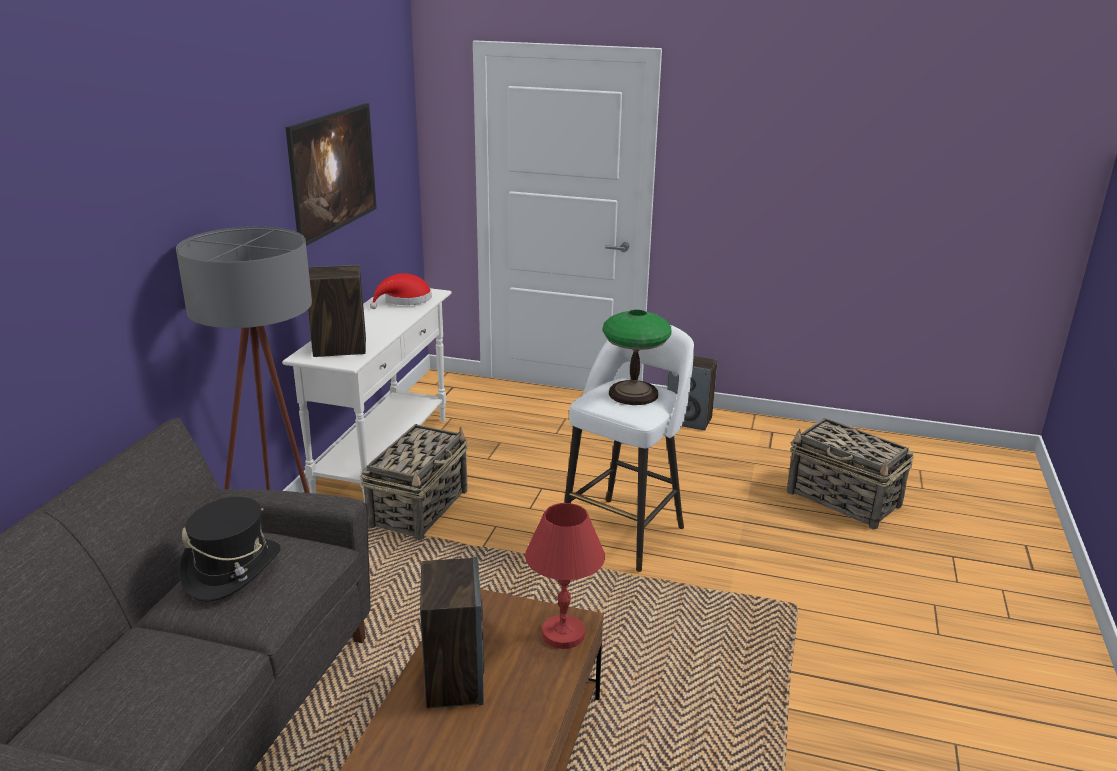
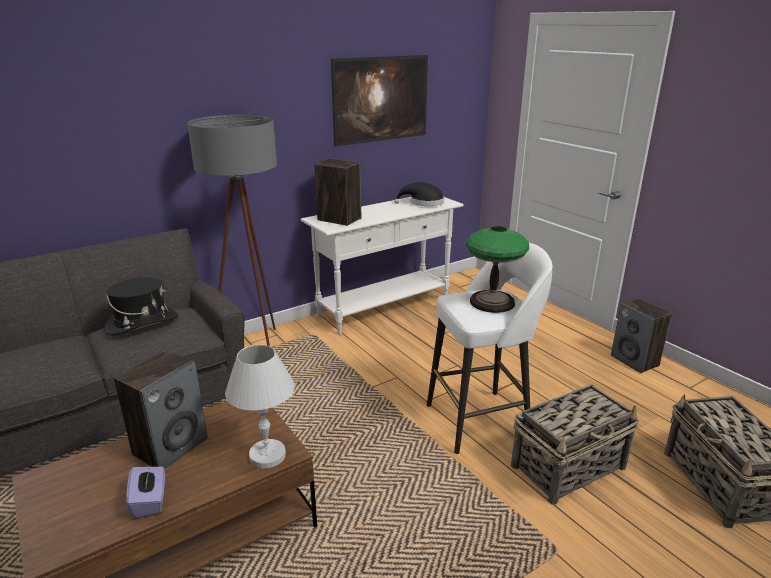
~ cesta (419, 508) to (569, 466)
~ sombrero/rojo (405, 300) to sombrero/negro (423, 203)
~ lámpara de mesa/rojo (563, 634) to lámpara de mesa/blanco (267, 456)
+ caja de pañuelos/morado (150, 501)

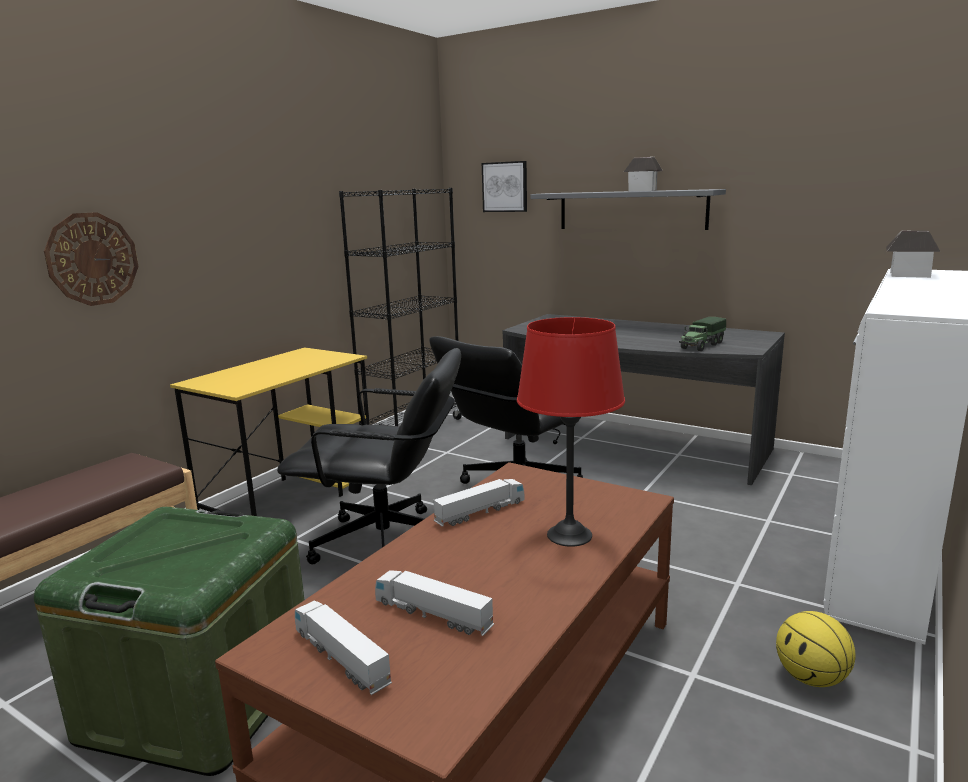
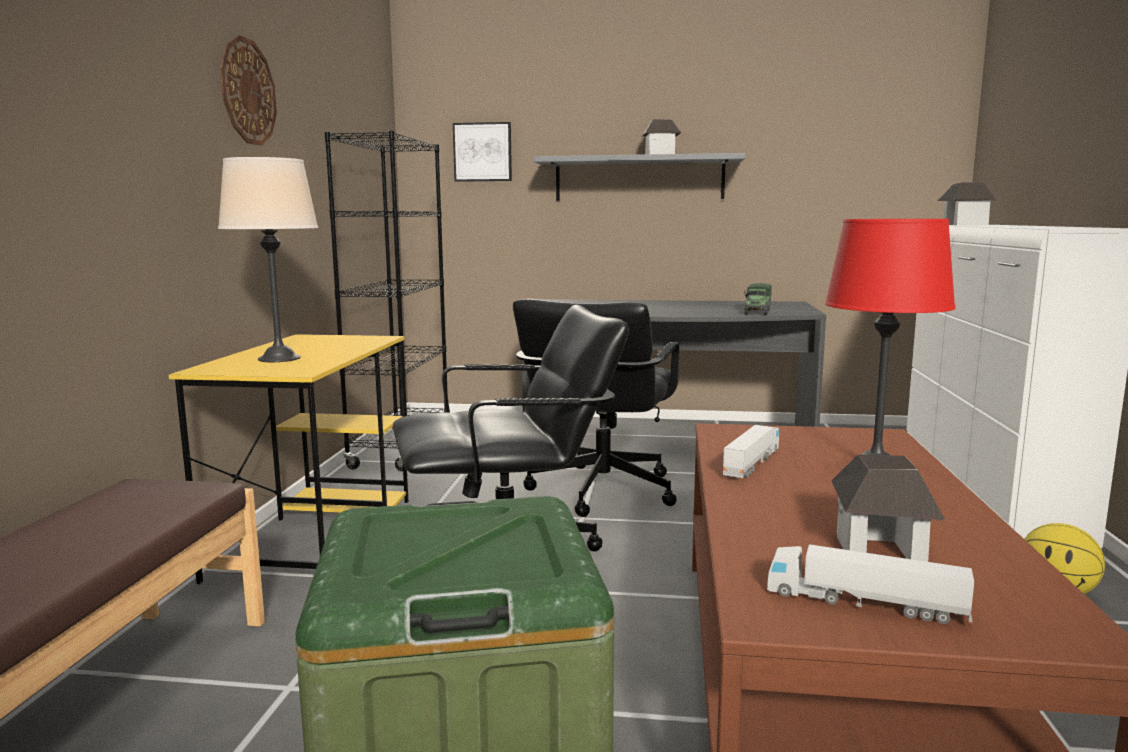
~ reloj de pared (92, 259) to (248, 92)
~ camión de juguete (433, 614) to casita (880, 548)
+ lámpara de mesa/beis (279, 358)

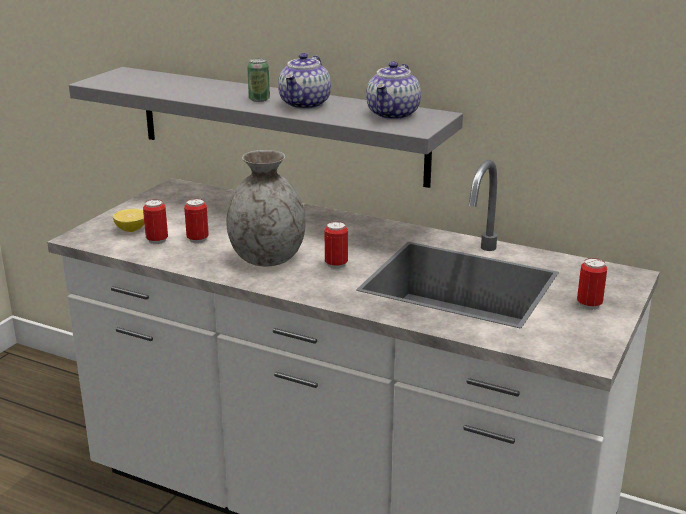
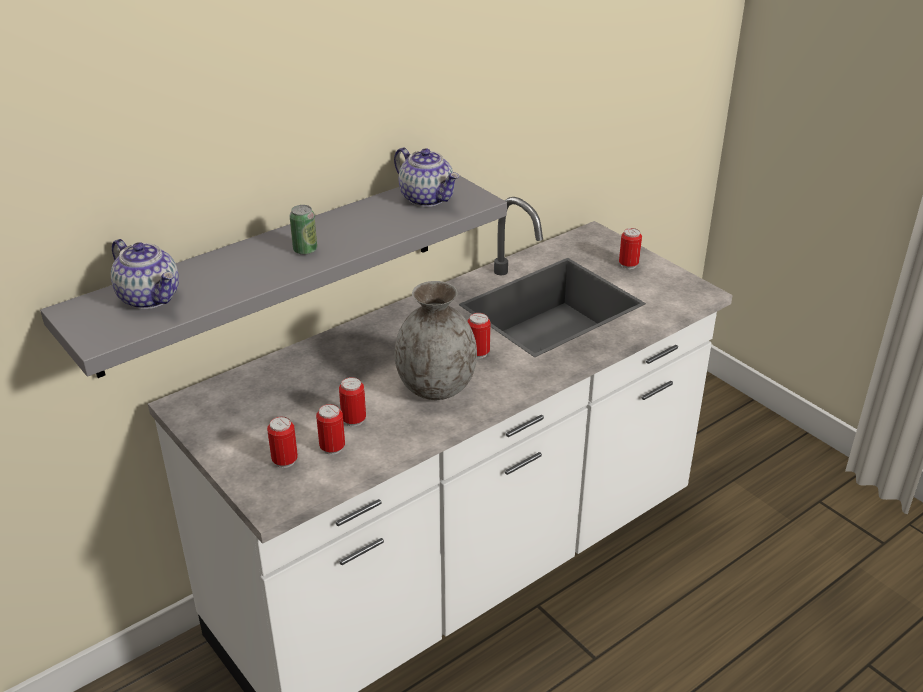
~ limón (131, 229) to lata (285, 461)
~ tetera (305, 104) to (150, 297)

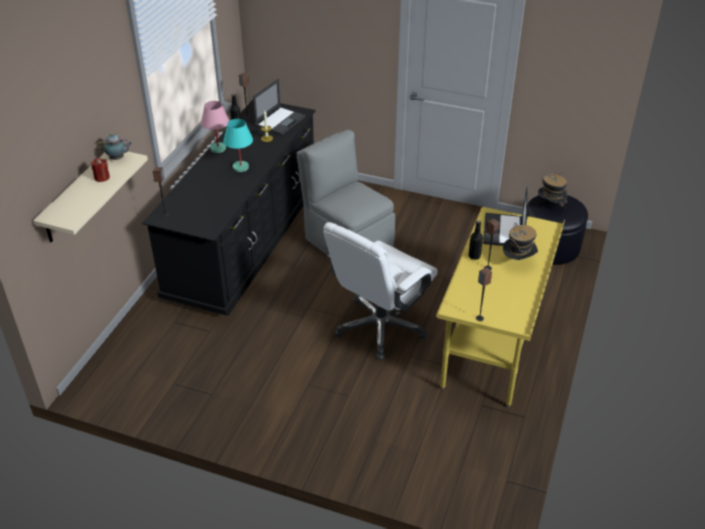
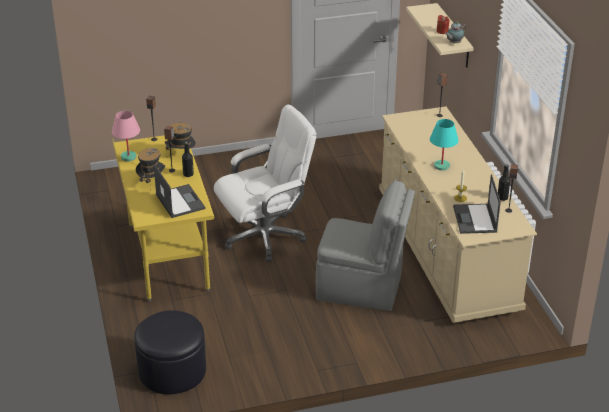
~ cómoda/negro (245, 241) to cómoda/beis (445, 251)
~ lámpara de mesa/rosa (218, 148) to (128, 157)
~ silla de oficina/blanco (380, 327) = (265, 237) 60 degrees clockwise
~ sombrero (550, 206) to (181, 155)

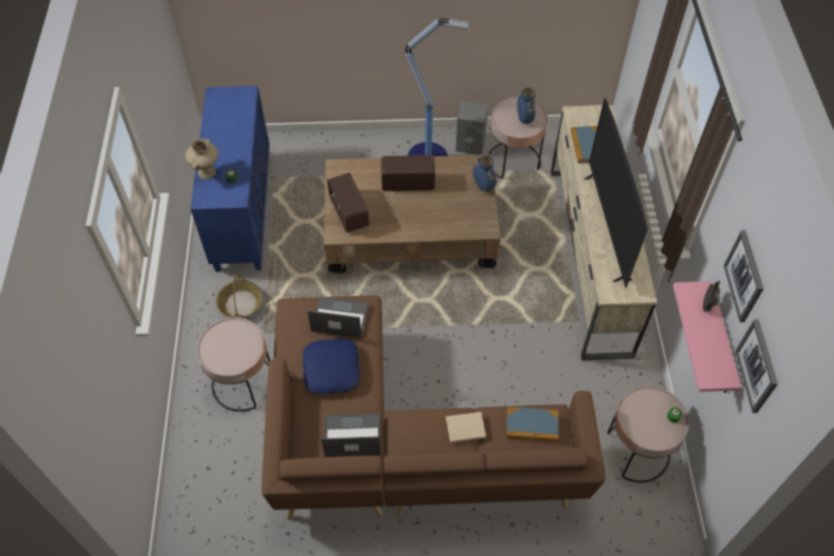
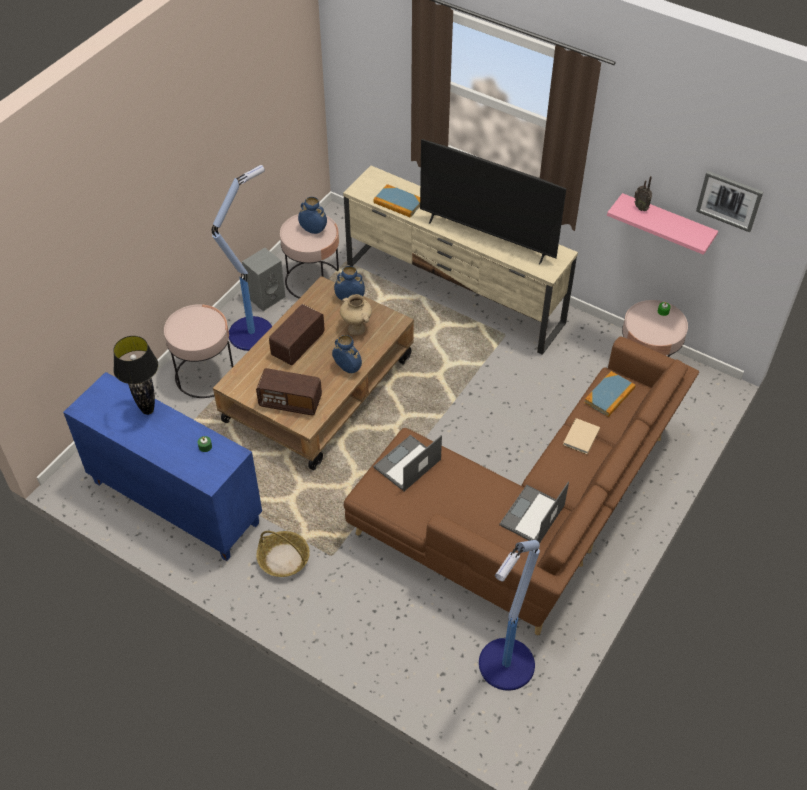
~ florero/beis (207, 173) to (357, 329)
~ mesa auxiliar/rosa (243, 382) to (205, 375)
- cojín/azul (331, 369)
- cuadro (745, 276)
+ lámpara de mesa/negro (147, 410)
+ florero/azul (347, 368)
+ lámpara de pie (505, 666)

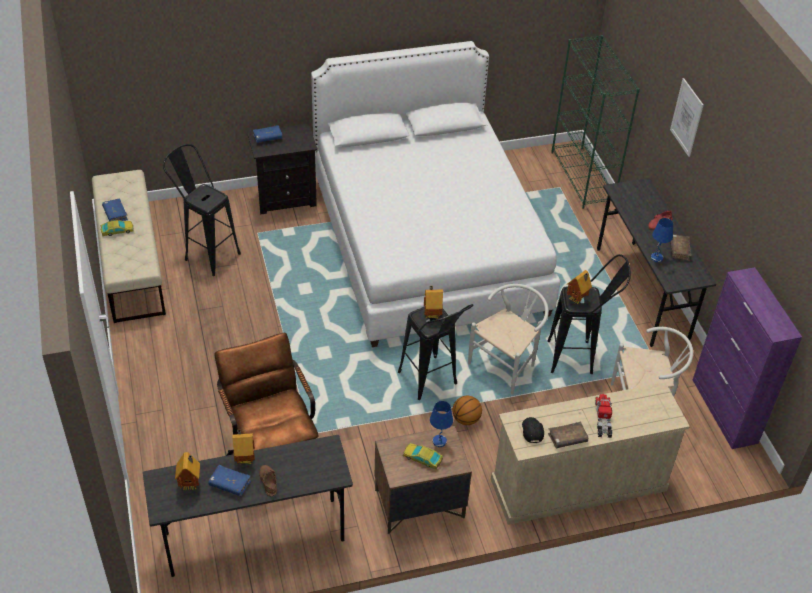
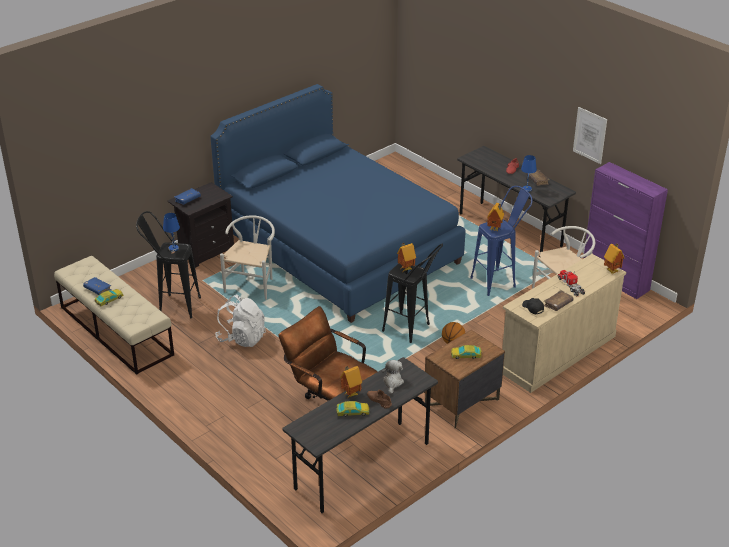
~ casita (191, 485) to (612, 271)
~ libro/azul (229, 484) to coche de juguete (352, 412)
~ cama/blanco (427, 245) to cama/azul (338, 248)
~ lámpara de mesa/azul (439, 441) to (174, 248)
~ silla/blanco (506, 365) to (252, 284)
~ taburete/negro (578, 357) to taburete/azul (499, 281)
- estantería/verde (583, 177)
~ cuadro (686, 117) to (590, 135)
+ mochila/blanco (242, 338)
+ peluche (392, 382)

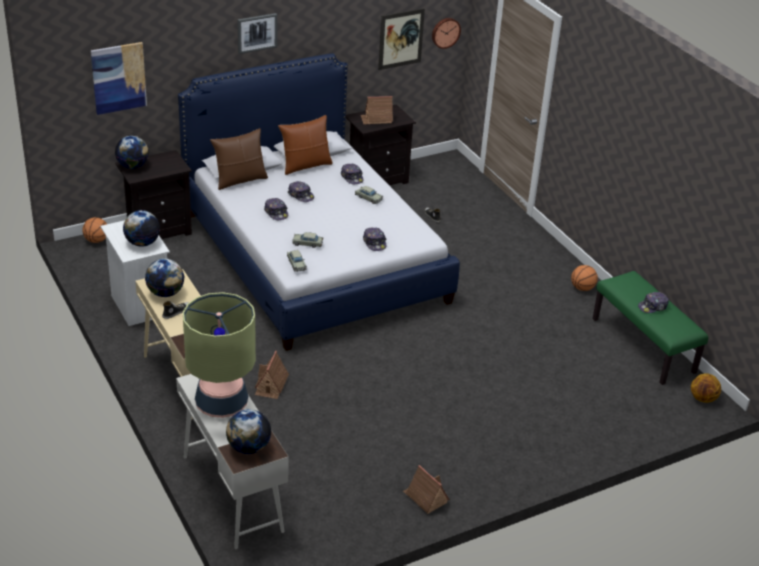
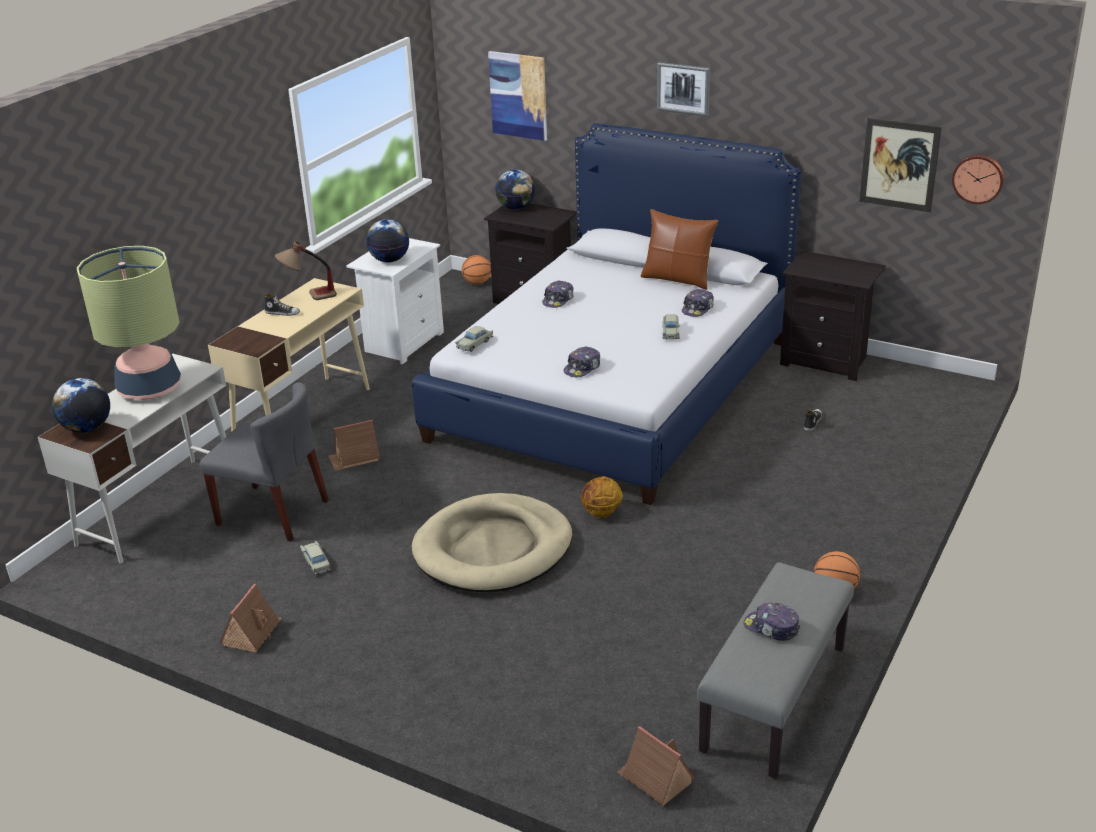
~ globo terráqueo (165, 293) to lámpara de mesa (308, 297)
- cojín/marrón (240, 180)
- gorra (301, 195)
~ coche de juguete/beis (307, 243) to (316, 562)
~ casita (376, 119) to (655, 778)
~ banco/verde (644, 346) to banco/gris (775, 699)
~ balón de baloncesto (703, 399) to (601, 513)
+ silla/gris (273, 513)
+ cama para perro/beis (493, 549)

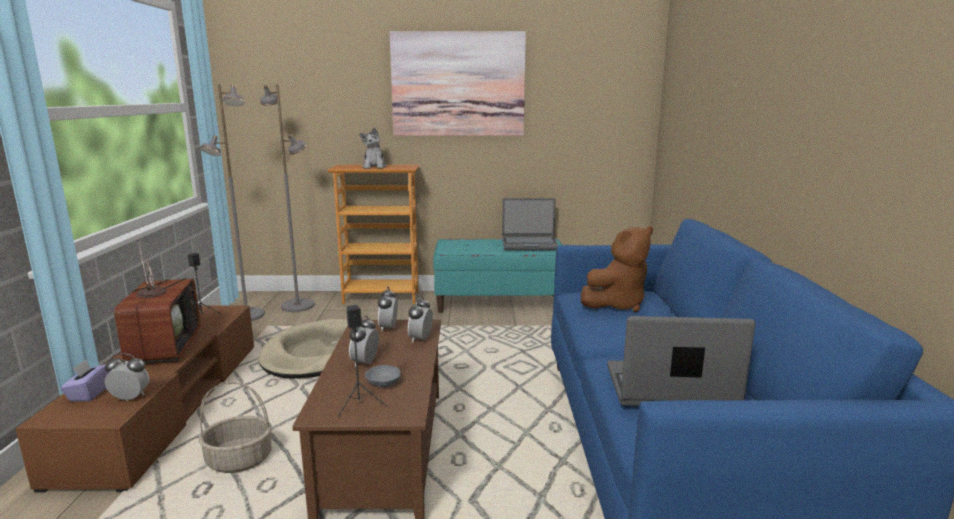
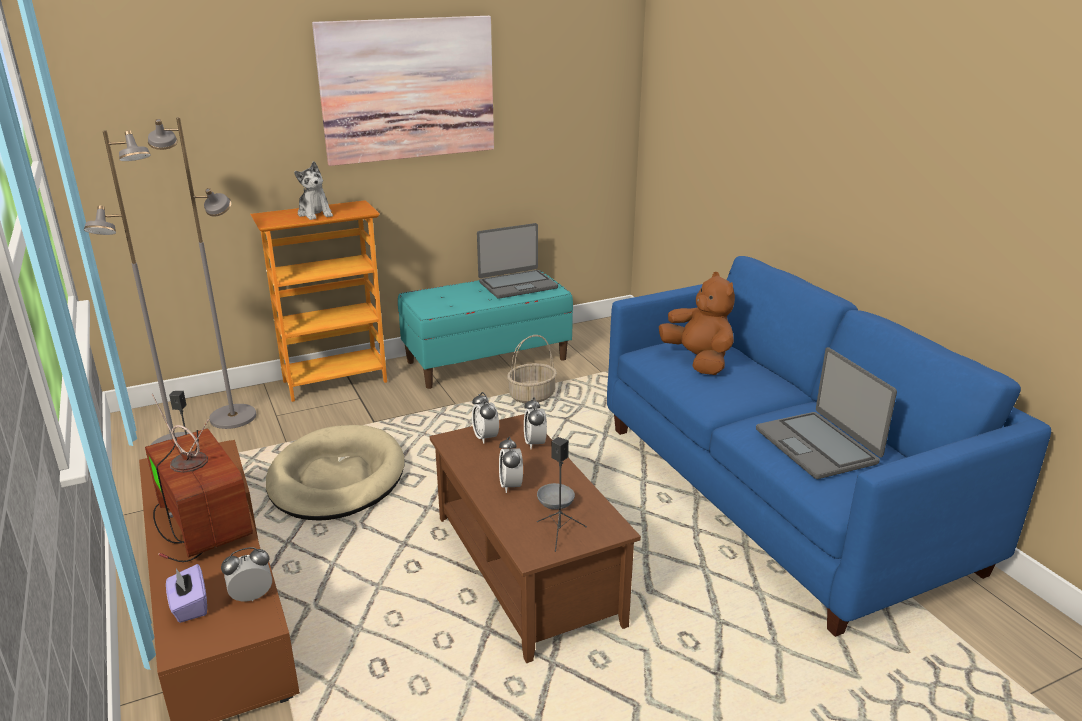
~ cesta (238, 460) to (532, 396)
~ peluche/marrón (617, 304) = (698, 361) 60 degrees counterclockwise
~ portátil (670, 388) = (817, 446) 90 degrees counterclockwise

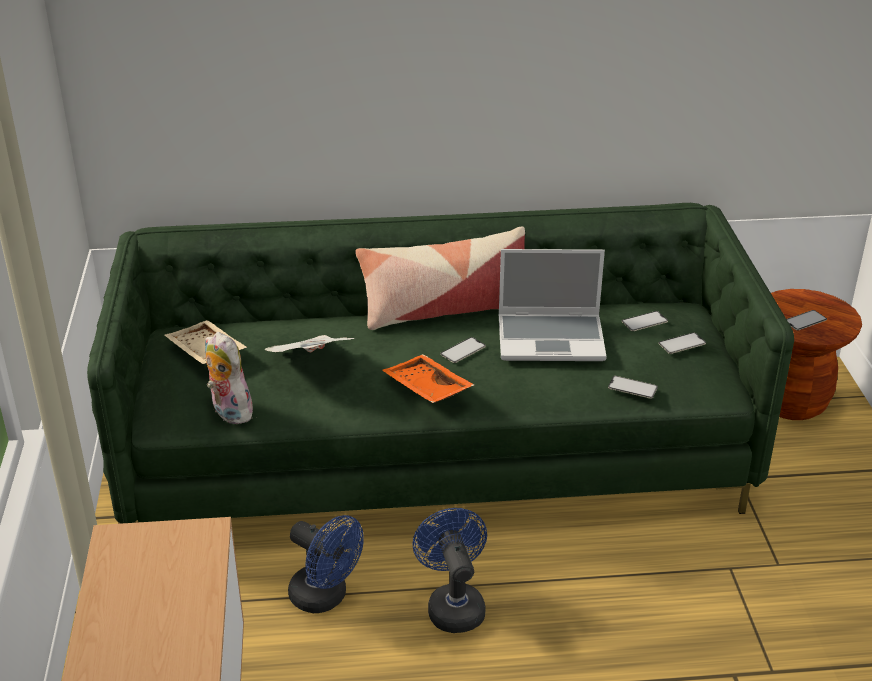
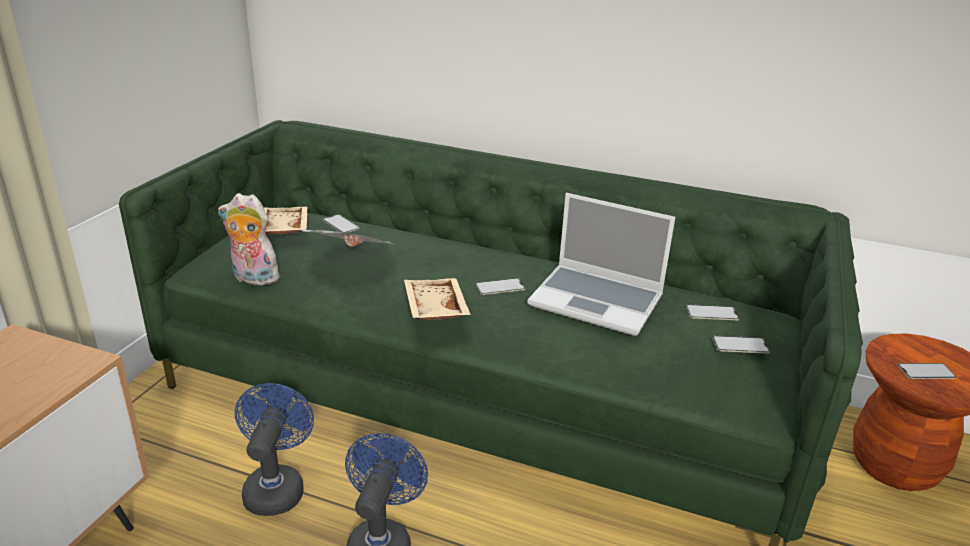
~ peluche (228, 412) = (253, 278) 60 degrees counterclockwise
~ ventilador/azul (325, 597) = (276, 487) 150 degrees counterclockwise
- cojín (445, 310)
~ bandeja/naranja (426, 389) to bandeja/beis (433, 309)
~ móvil (632, 387) to (341, 224)

